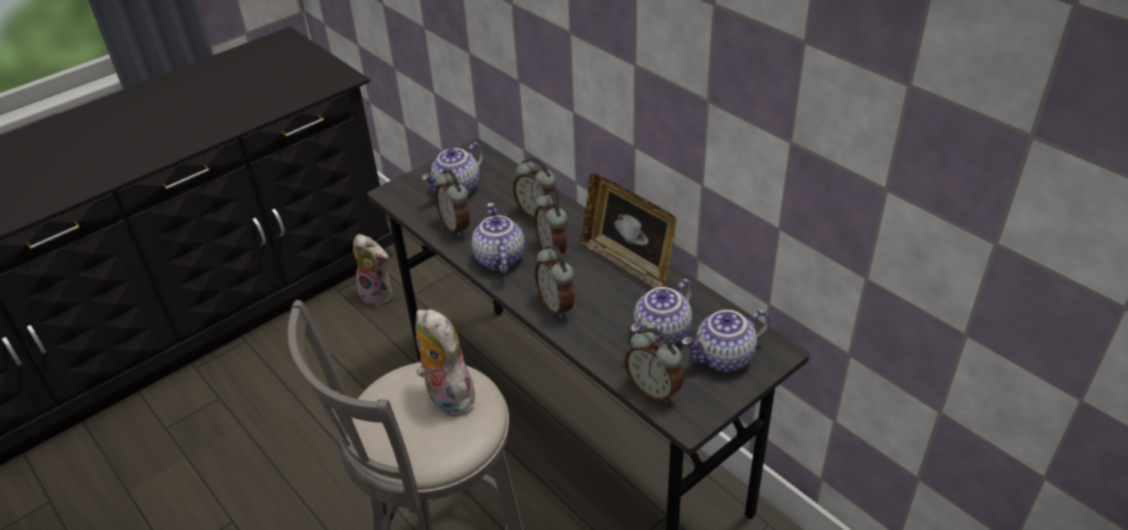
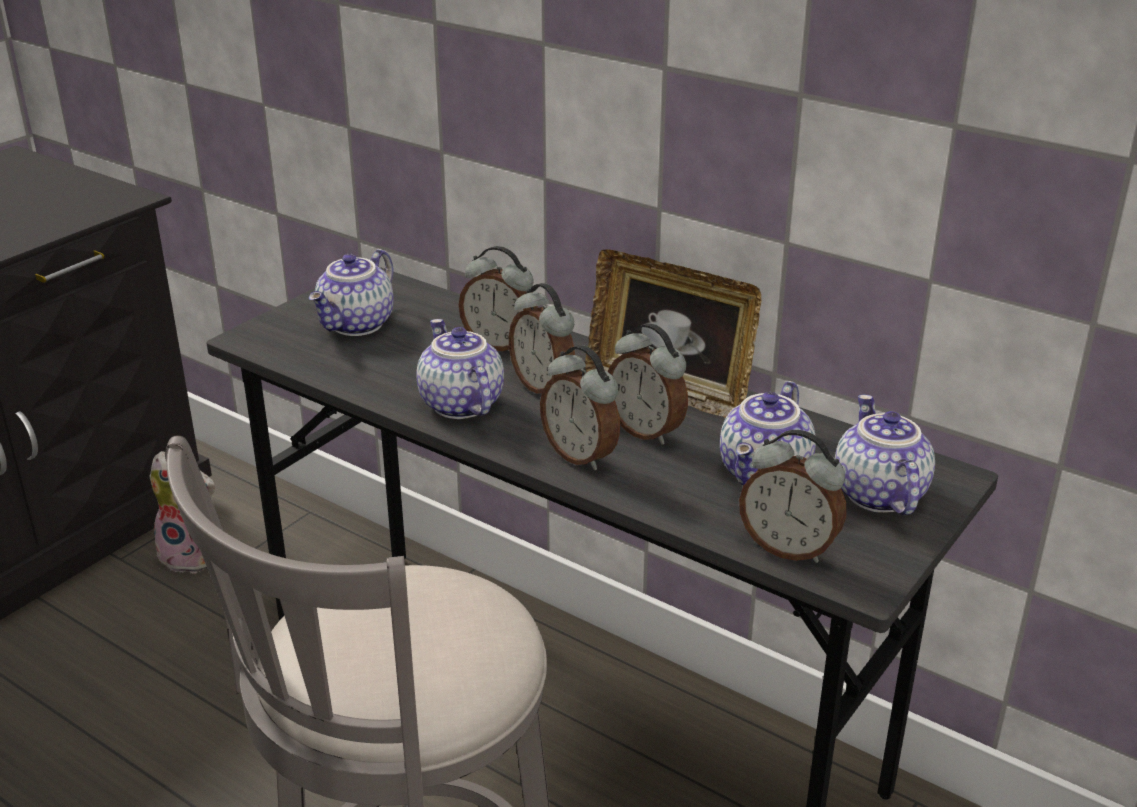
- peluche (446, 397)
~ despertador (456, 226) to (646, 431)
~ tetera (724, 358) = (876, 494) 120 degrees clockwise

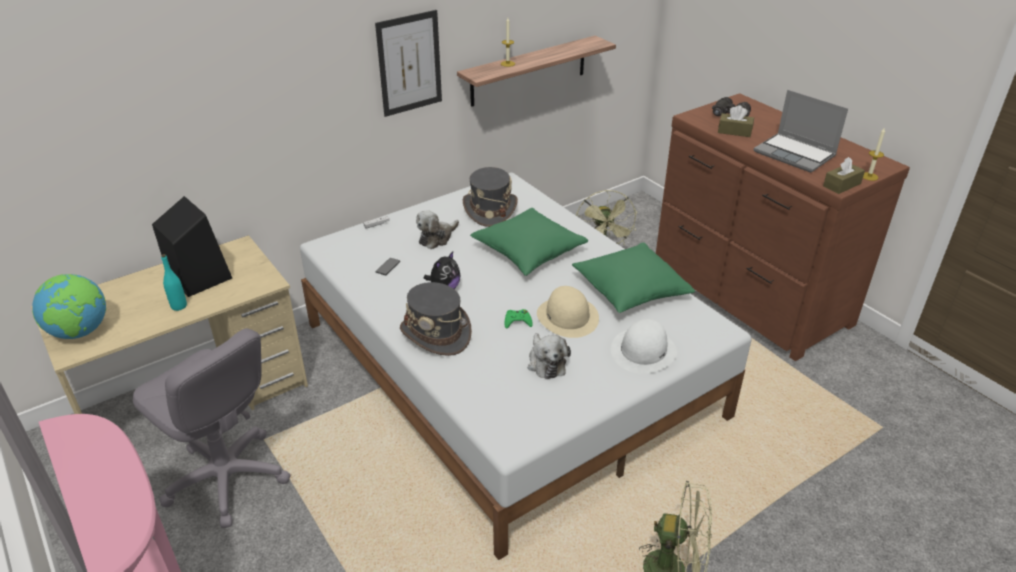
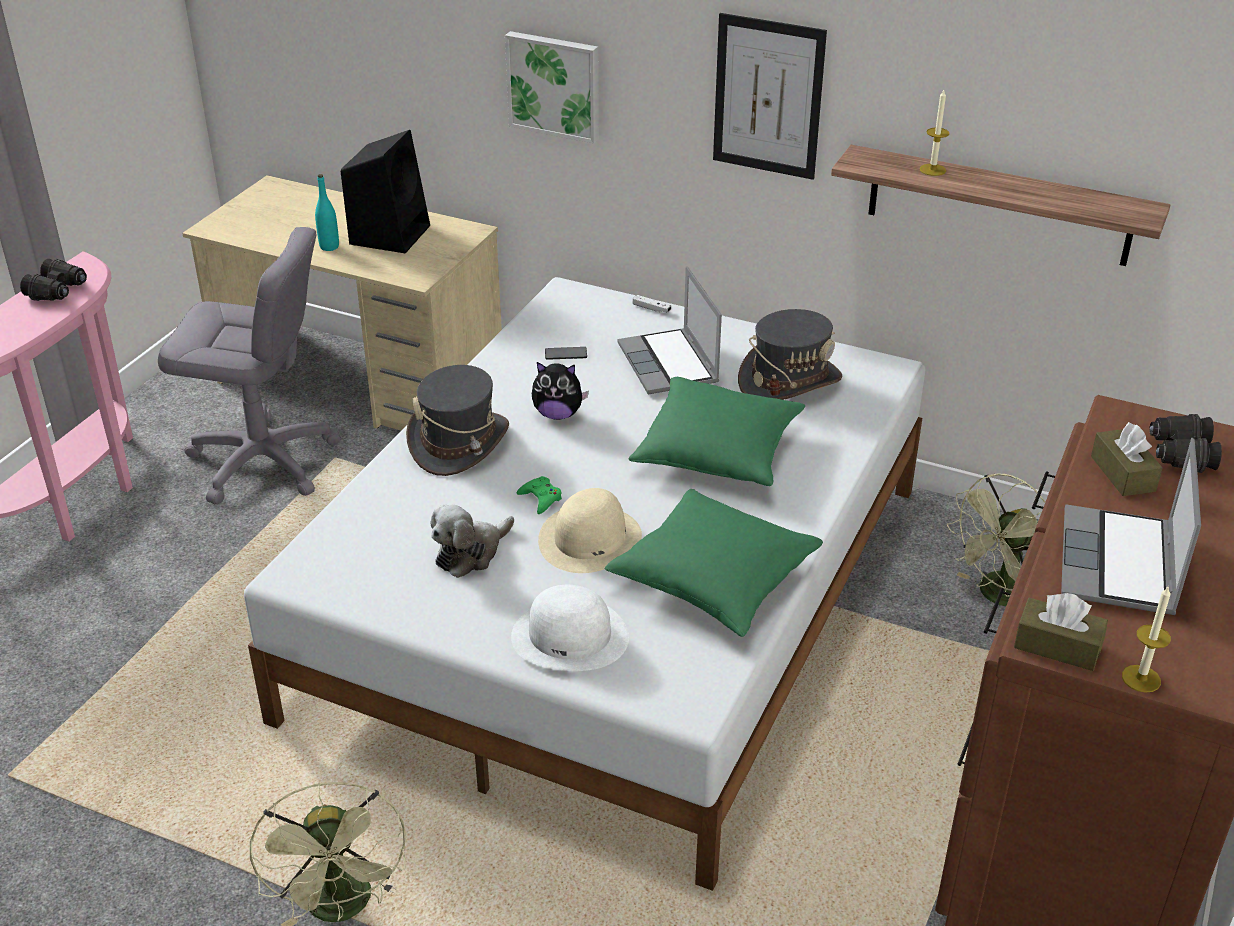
- globo terráqueo (80, 332)
~ silla de oficina/gris (227, 478) = (263, 462) 90 degrees counterclockwise
~ peluche (437, 238) to portátil (670, 364)
+ prismáticos/negro (58, 291)
+ cuadro (555, 85)

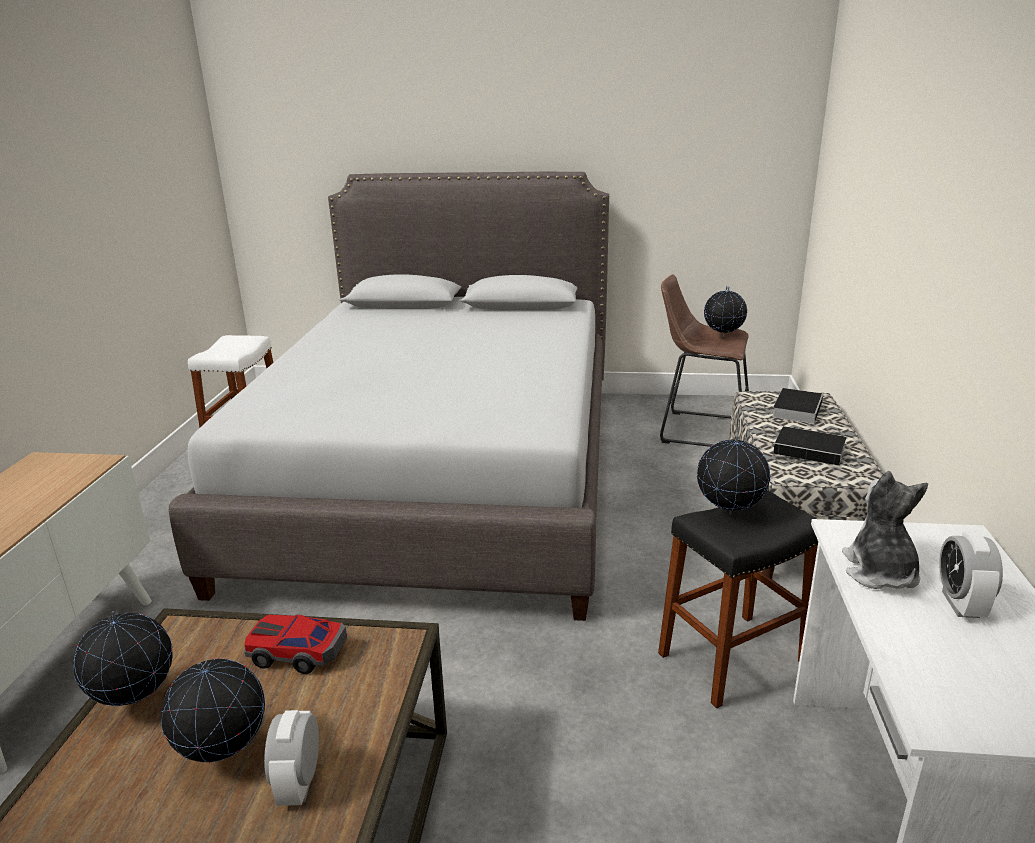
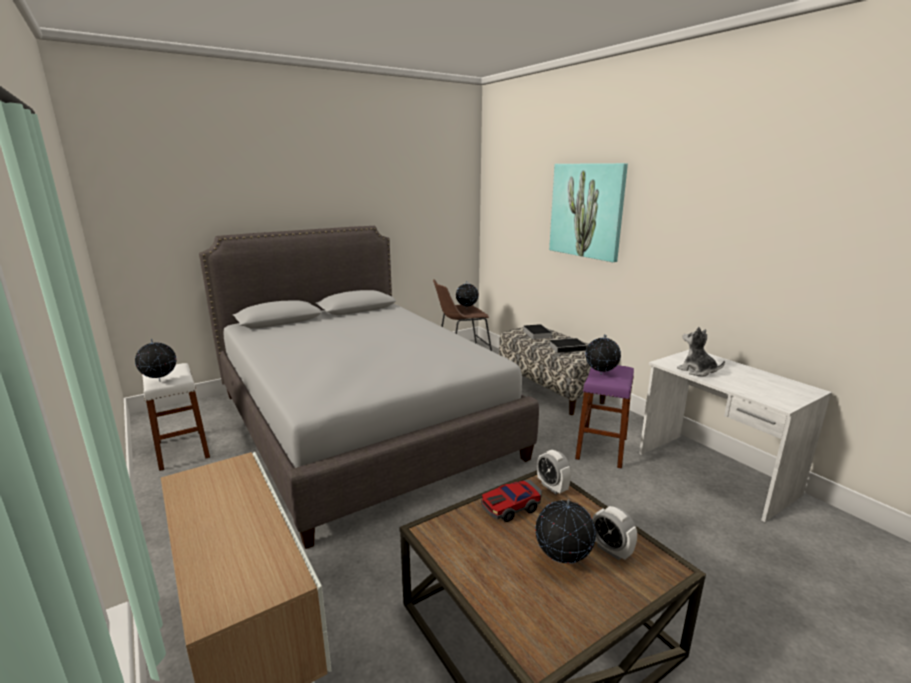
~ globo terráqueo (137, 702) to (160, 381)
~ taburete/negro (732, 658) to taburete/morado (601, 448)
~ despertador (960, 604) to (552, 487)
+ cuadro (587, 210)

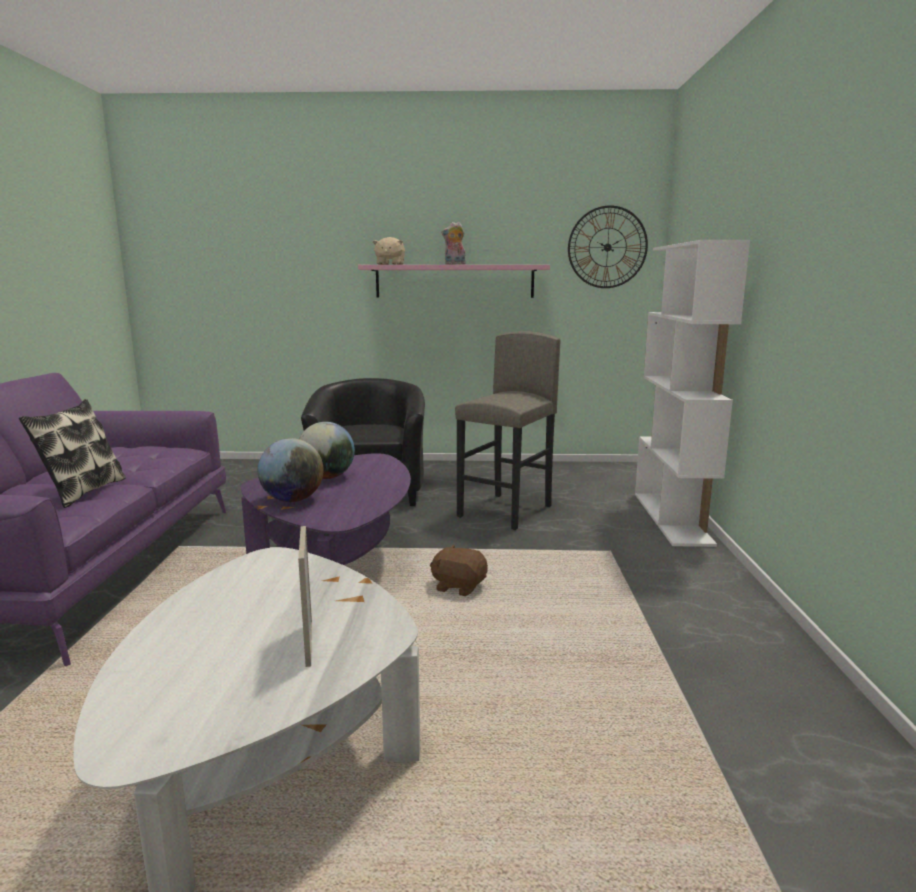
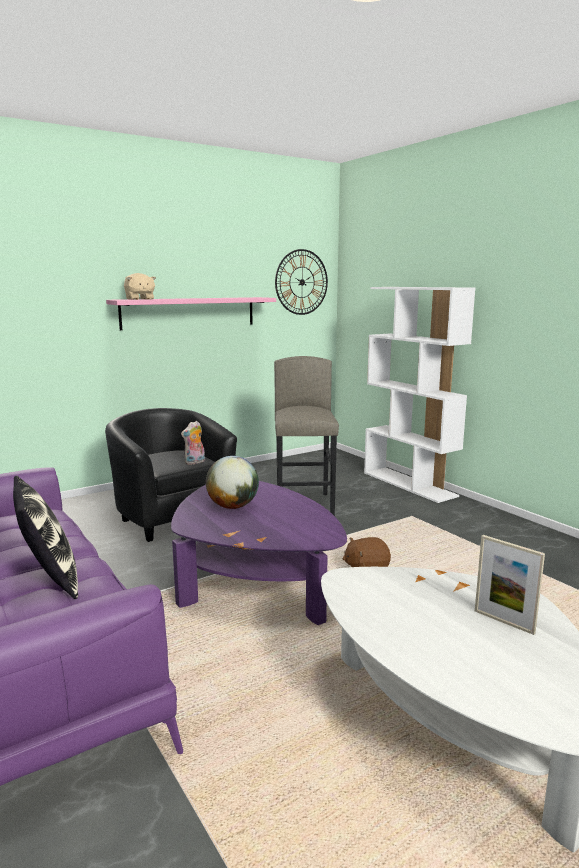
- globo terráqueo (292, 500)
~ peluche (454, 264) to (195, 462)

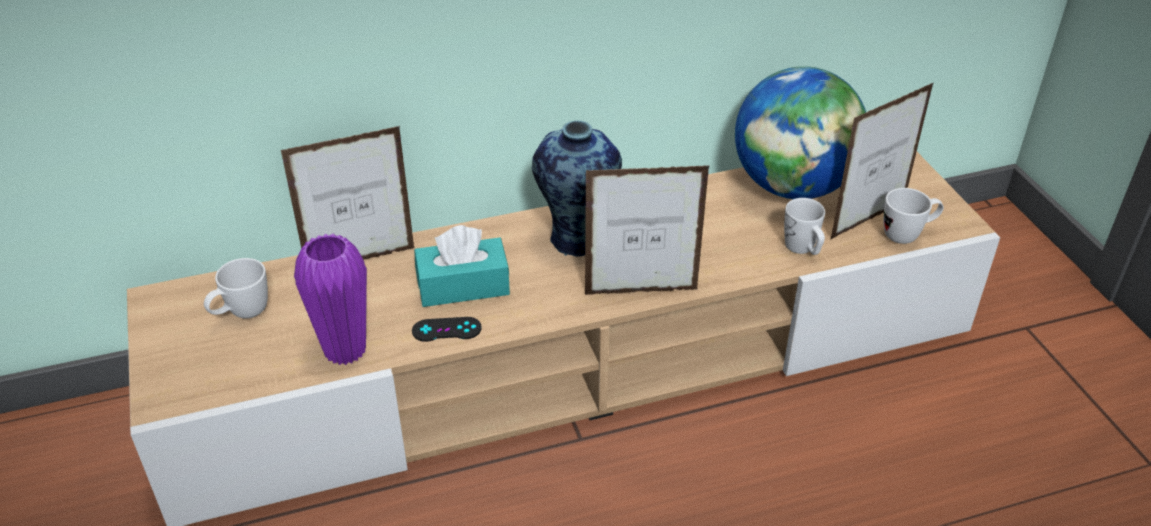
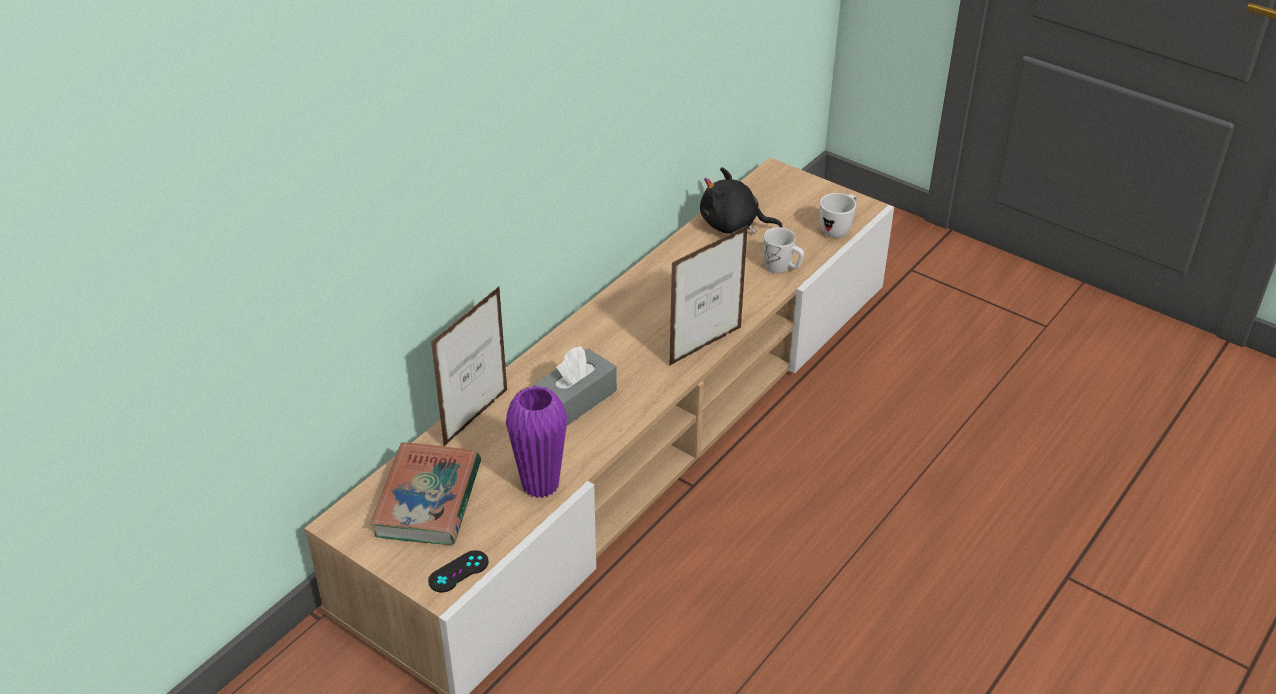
~ taza grande/blanco (241, 314) to libro (428, 500)
~ mando de consola/negro (446, 329) to (458, 571)
~ caja de pañuelos/turquesa (463, 286) to caja de pañuelos/gris (576, 400)
- florero (576, 241)
~ globo terráqueo (793, 187) to peluche/negro (733, 225)
- portarretratos (868, 220)

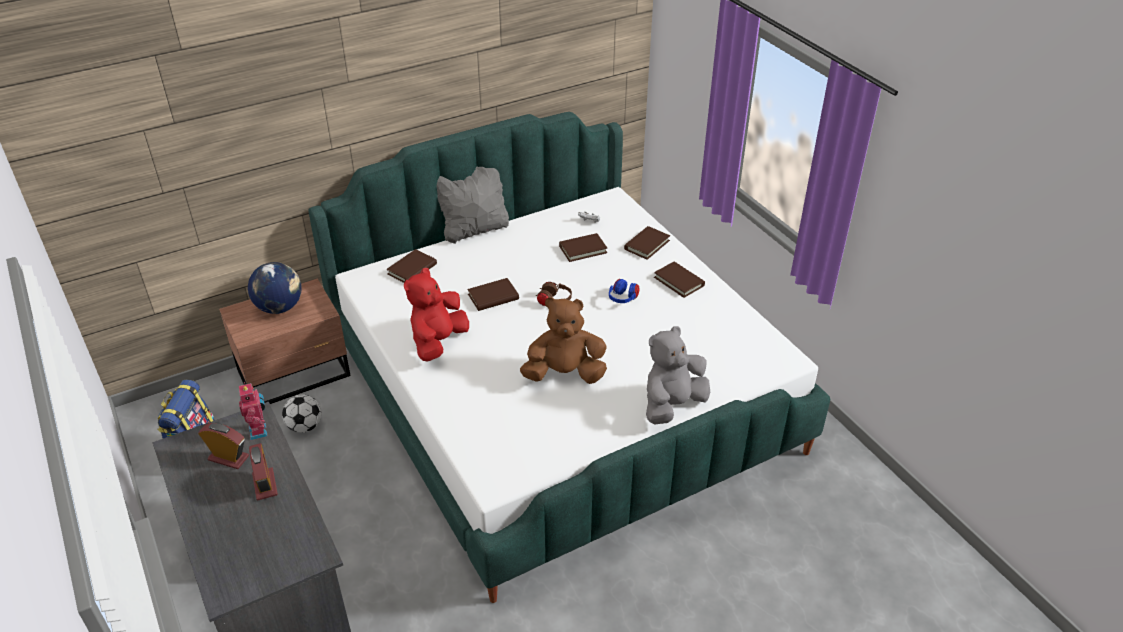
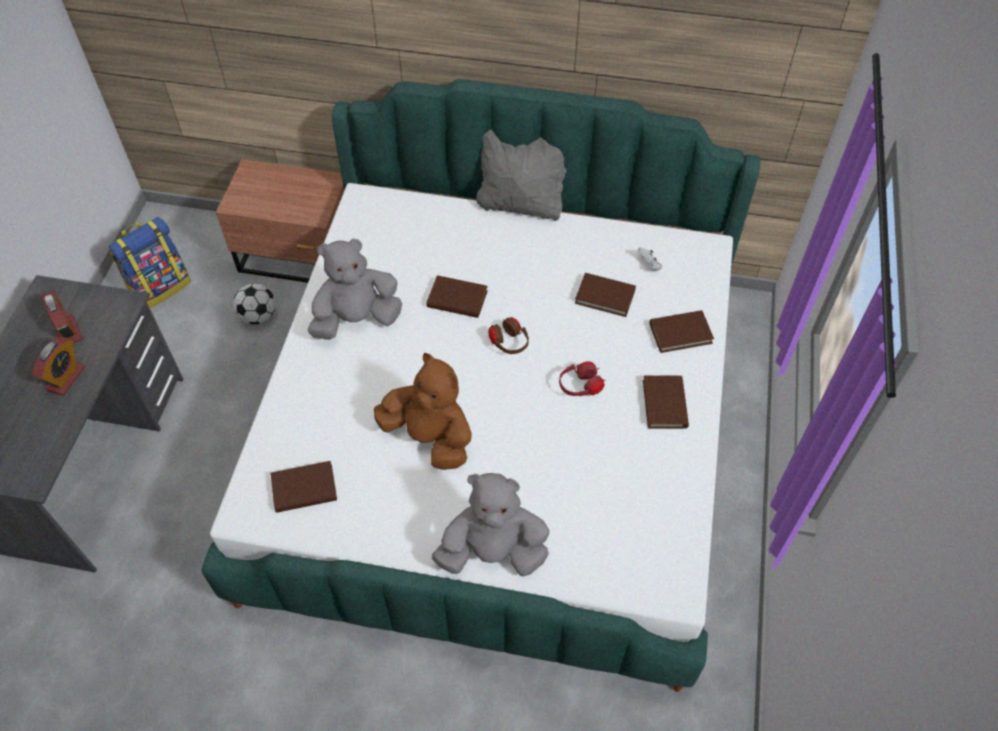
- robot de juguete (259, 431)
- globo terráqueo (280, 307)
~ libro/marrón (412, 269) to (304, 489)
~ peluche/rojo (438, 342) to peluche/gris (356, 319)
~ auriculares/azul (623, 299) to auriculares/rojo (580, 387)

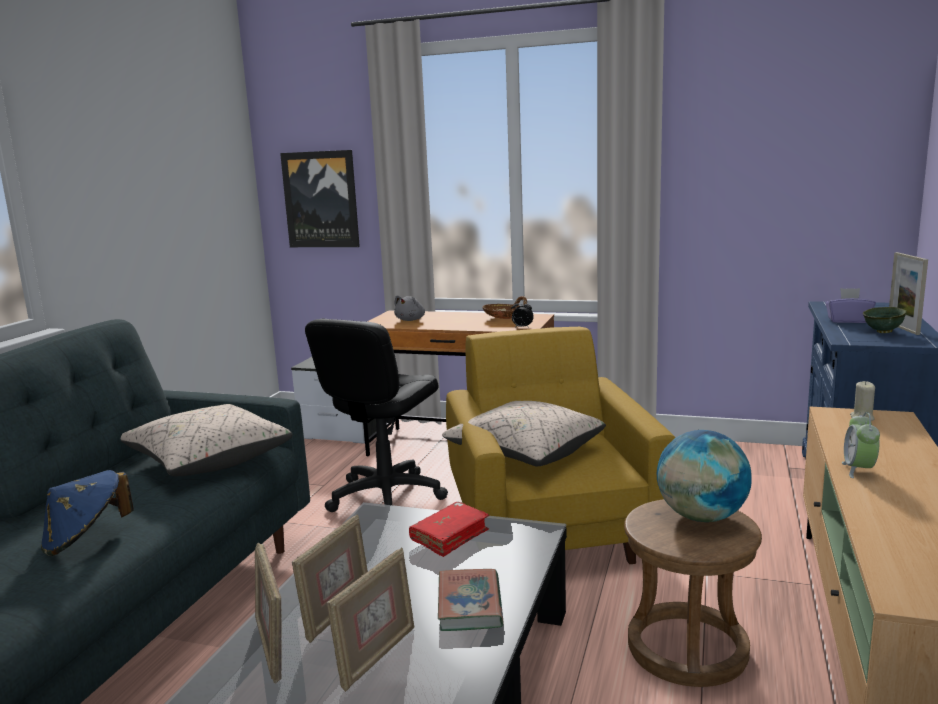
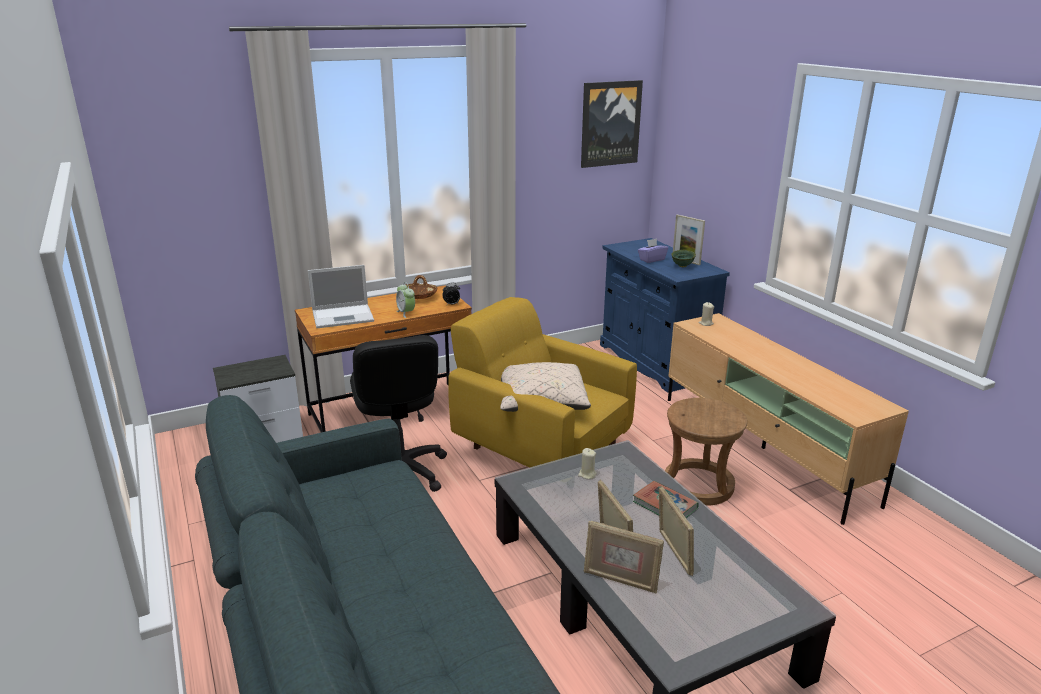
- sombrero/azul (86, 539)
- cojín/beis (208, 460)
~ cuadro (321, 199) to (610, 123)
~ peluche/gris (411, 320) to portátil (344, 316)
~ libro/rojo (449, 536) to vela/beis (587, 474)
- globo terráqueo (701, 517)
~ despertador (858, 470) to (406, 313)

